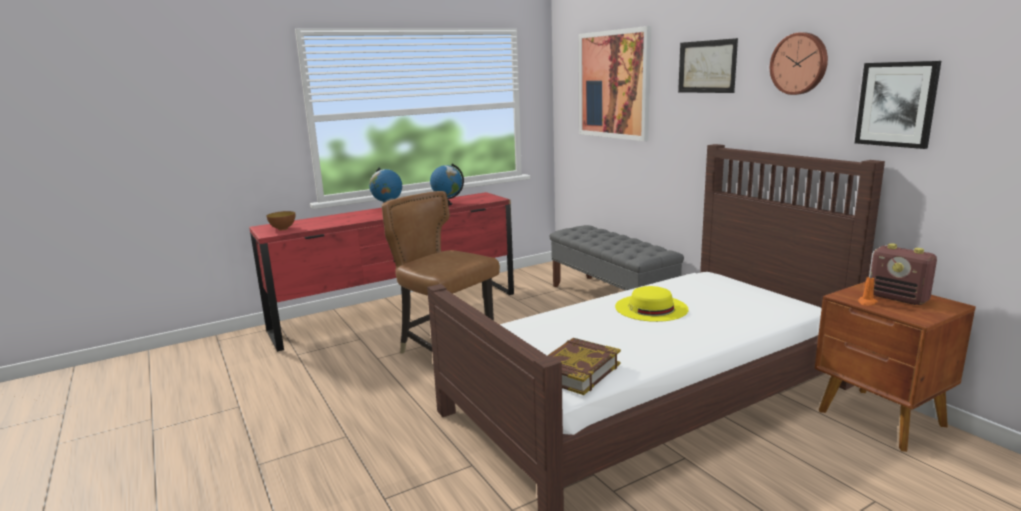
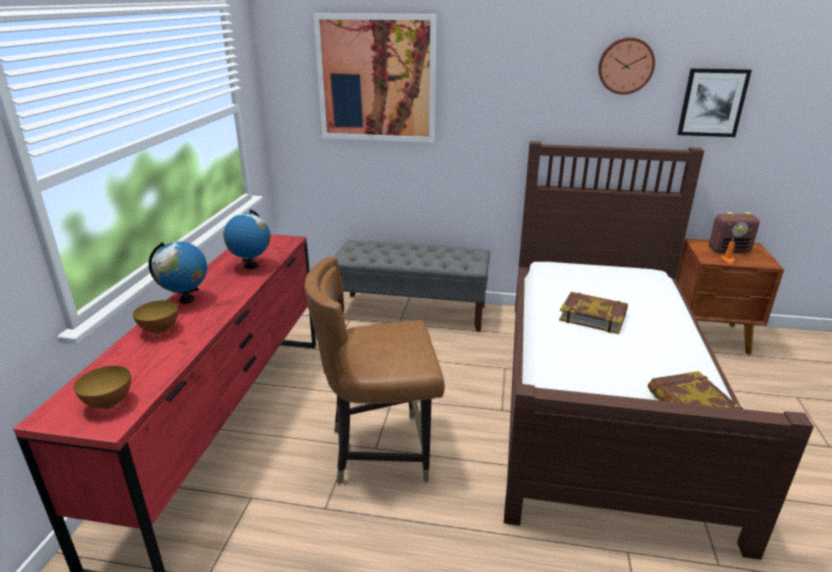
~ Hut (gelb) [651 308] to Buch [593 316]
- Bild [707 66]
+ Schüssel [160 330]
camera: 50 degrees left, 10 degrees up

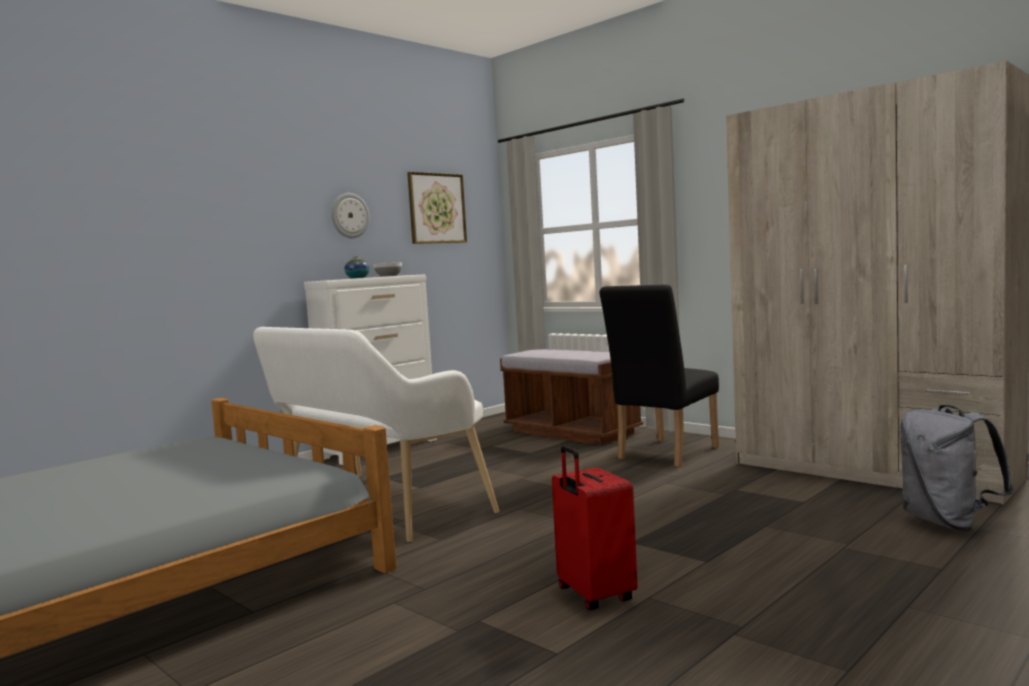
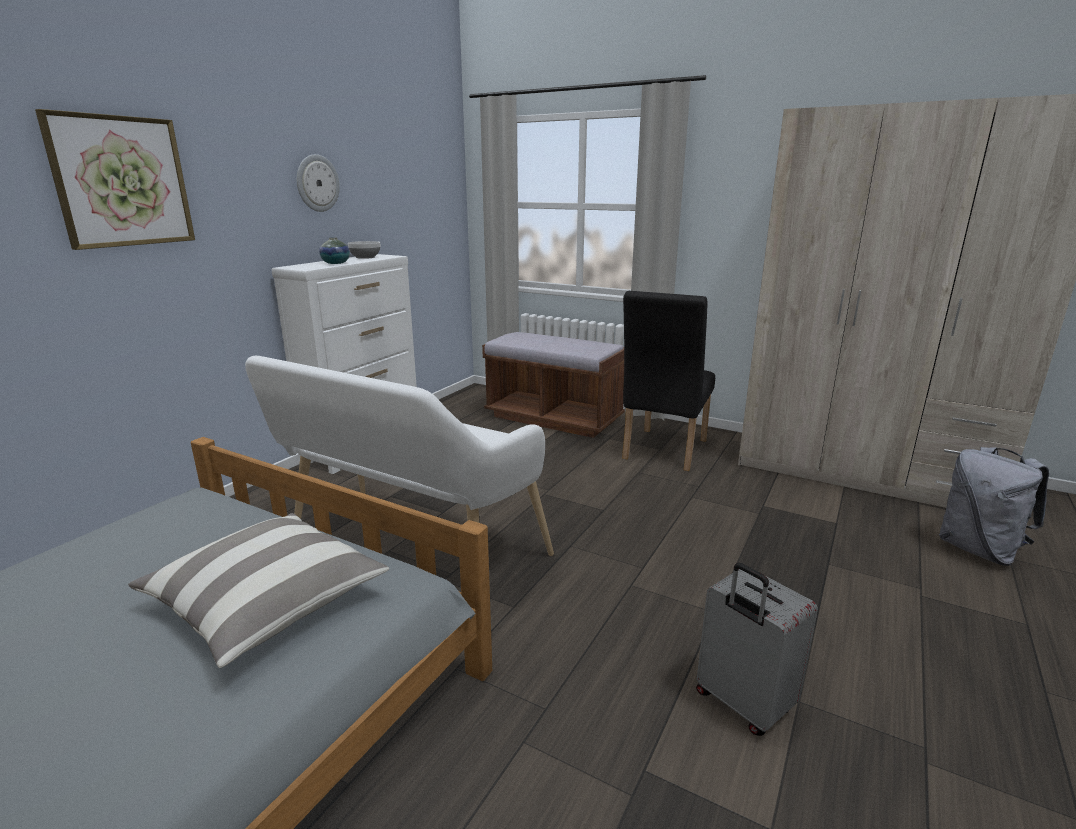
~ Bild [436 208] to [122 182]
~ Koffer (rot) [593 596] to Koffer (grau) [741 704]
+ Kissen [268 604]
camera: 15 degrees left, 15 degrees up

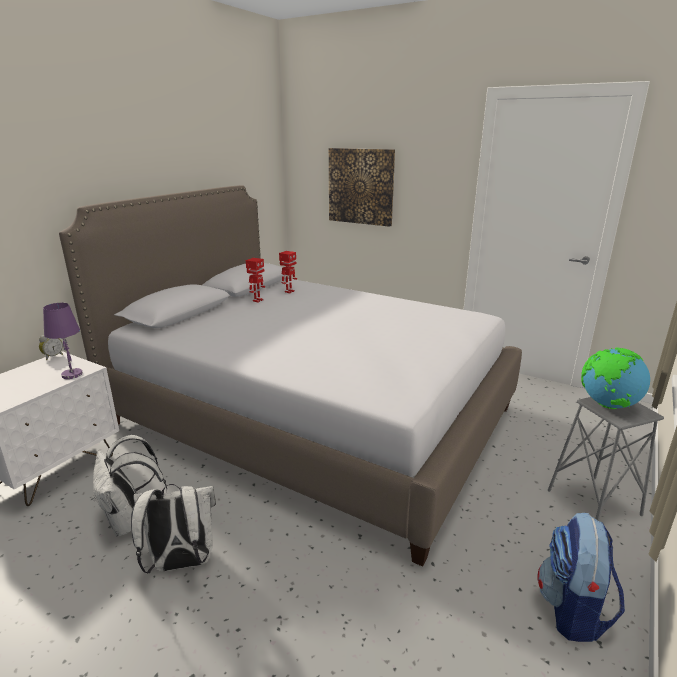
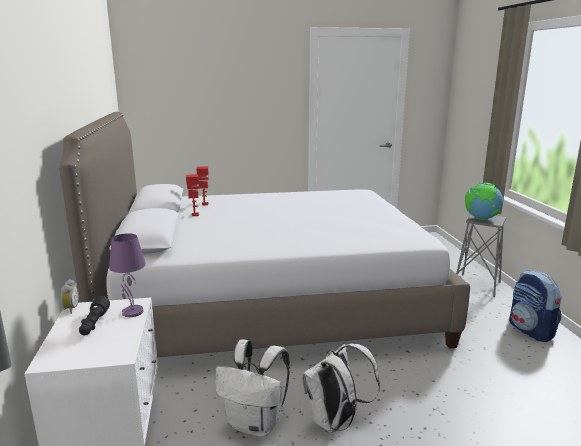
- Bild [361 186]
+ Taschenlampe (schwarz) [94 324]
camera: 40 degrees left, 5 degrees down

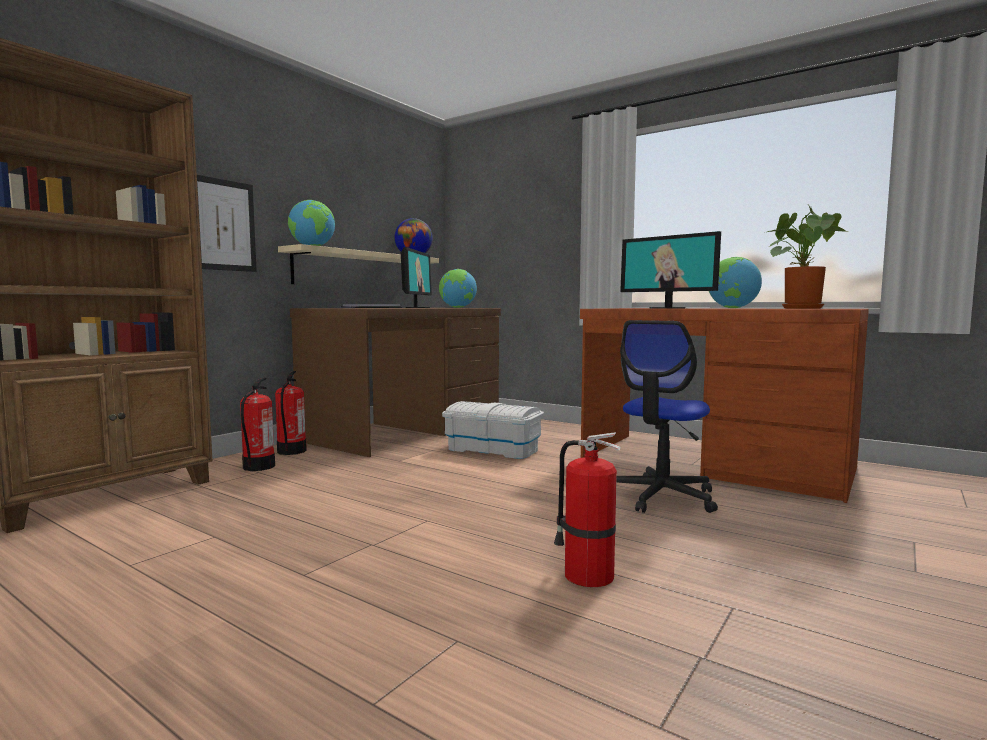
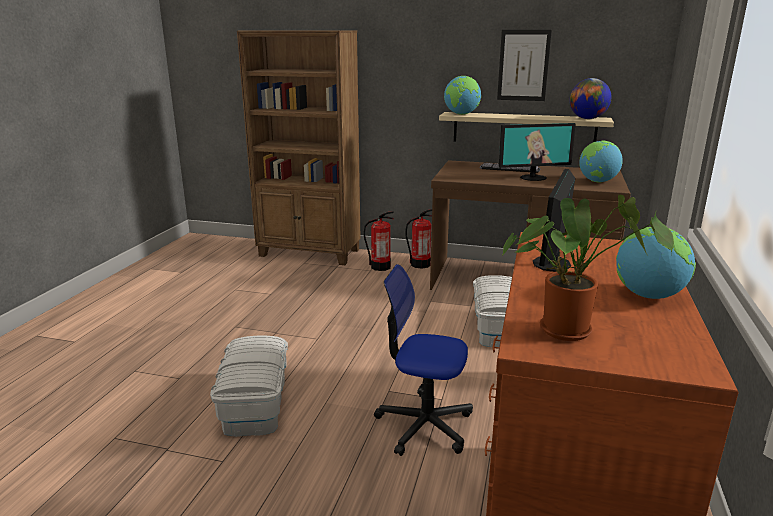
~ Bild [224 225] to [523 65]
~ Feuerlöscher [586 575] to Aufbewahrungsbox (weiß) [254 404]
camera: 70 degrees right, 15 degrees up

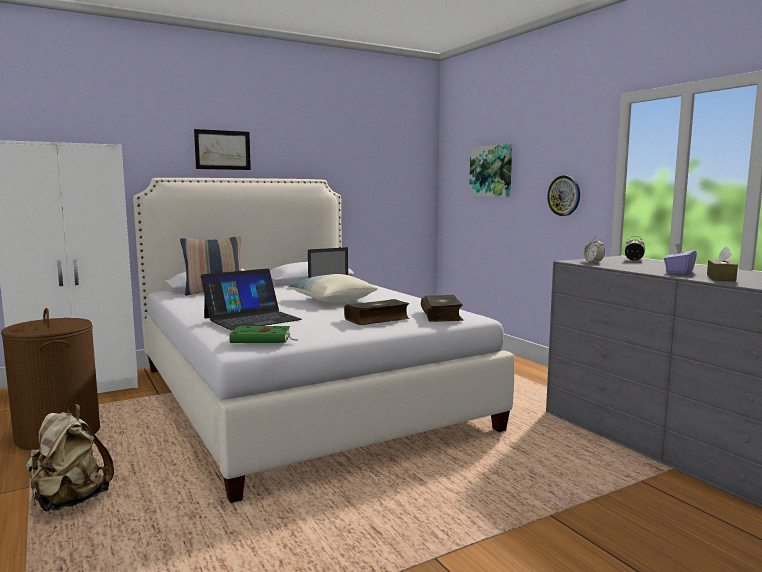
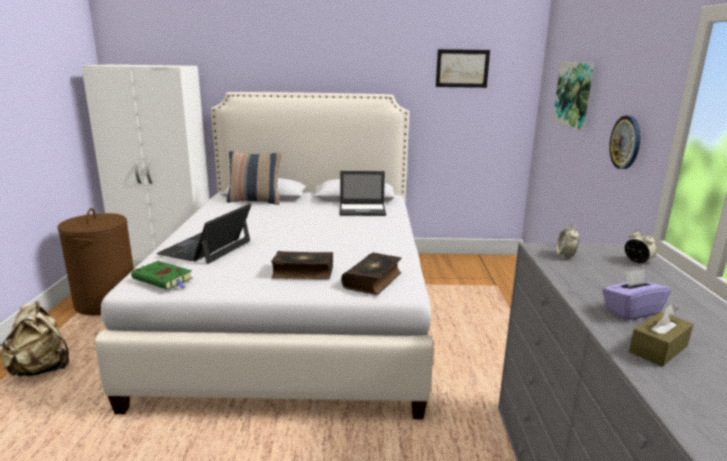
~ Bild [222 150] to [462 68]
~ Laptop [252 318] = [206 247] 120 degrees clockwise
- Kissen [332 300]
camera: 30 degrees right, 10 degrees up

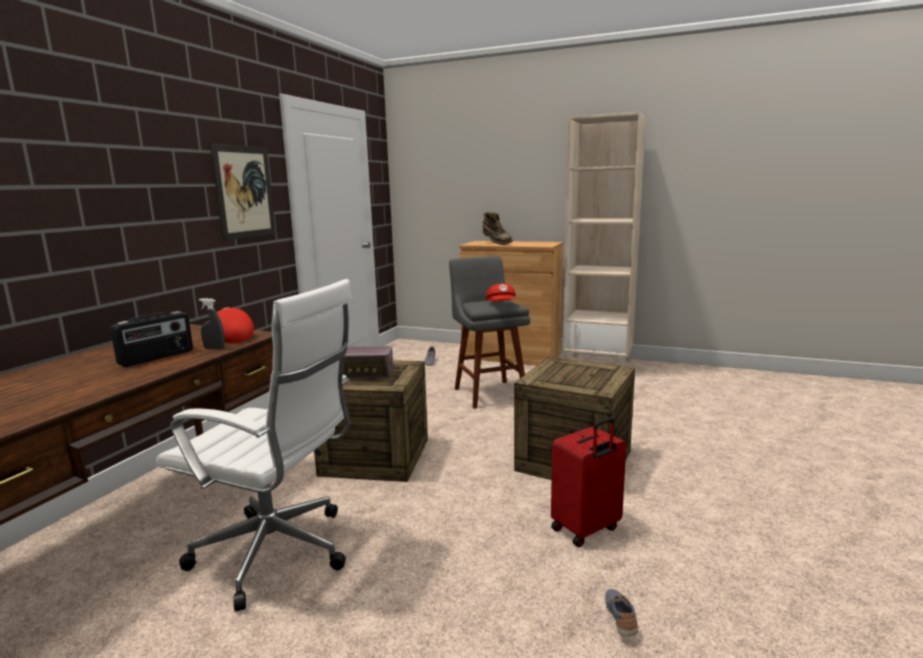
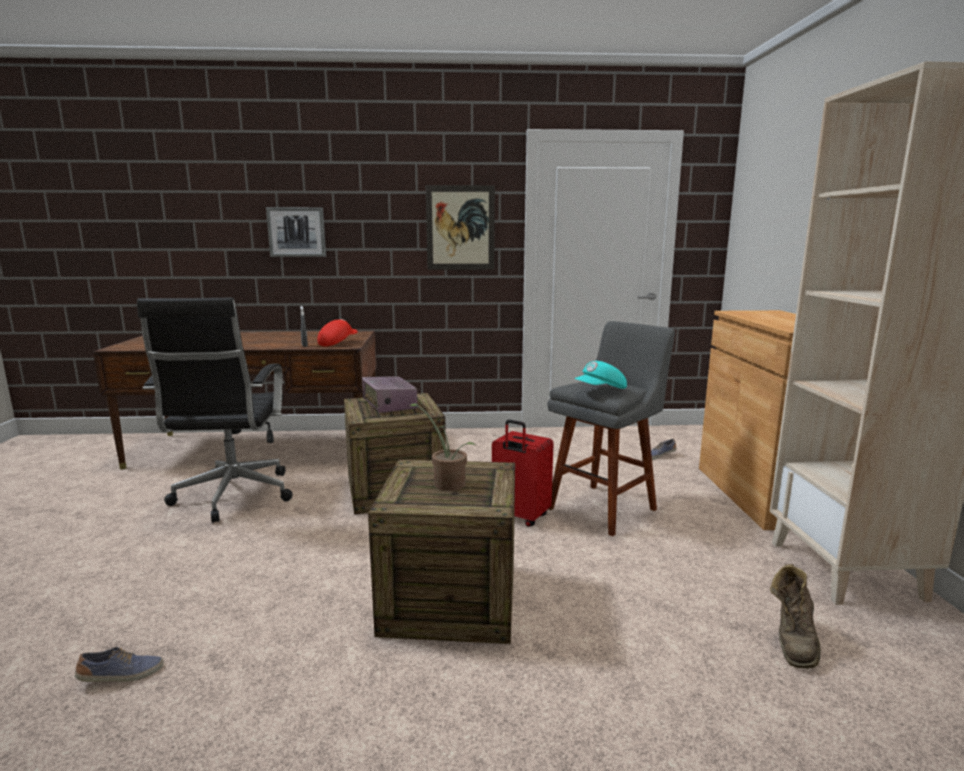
- Radio [157 357]
~ Bürostuhl (weiß) [279 554] to Bürostuhl (schwarz) [232 497]
~ Stiefel (braun) [496 243] to [793 642]
~ Kappe (rot) [501 304] to Kappe (türkis) [601 390]
~ Koffer (rot) [586 529] to [519 517]
+ Bild [297 232]
+ Topfpflanze [446 482]
camera: 65 degrees right, 0 degrees up

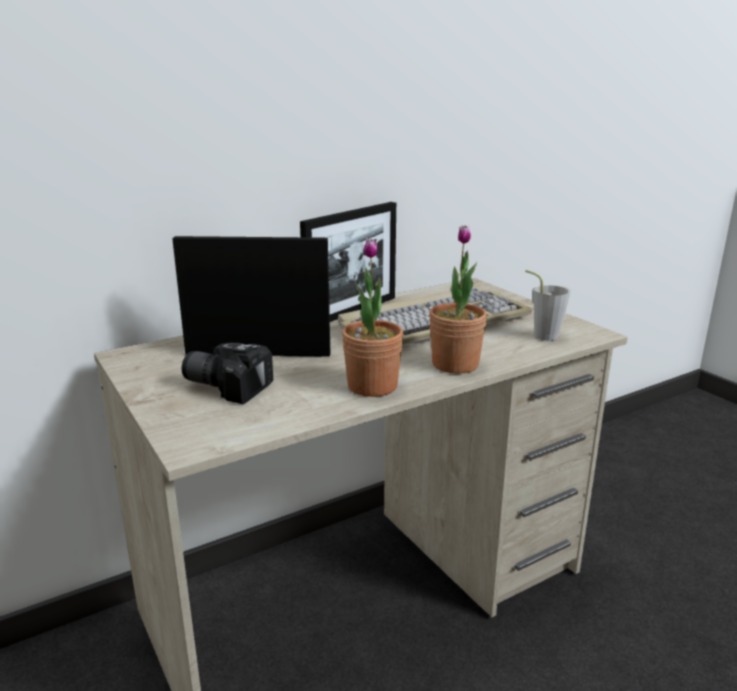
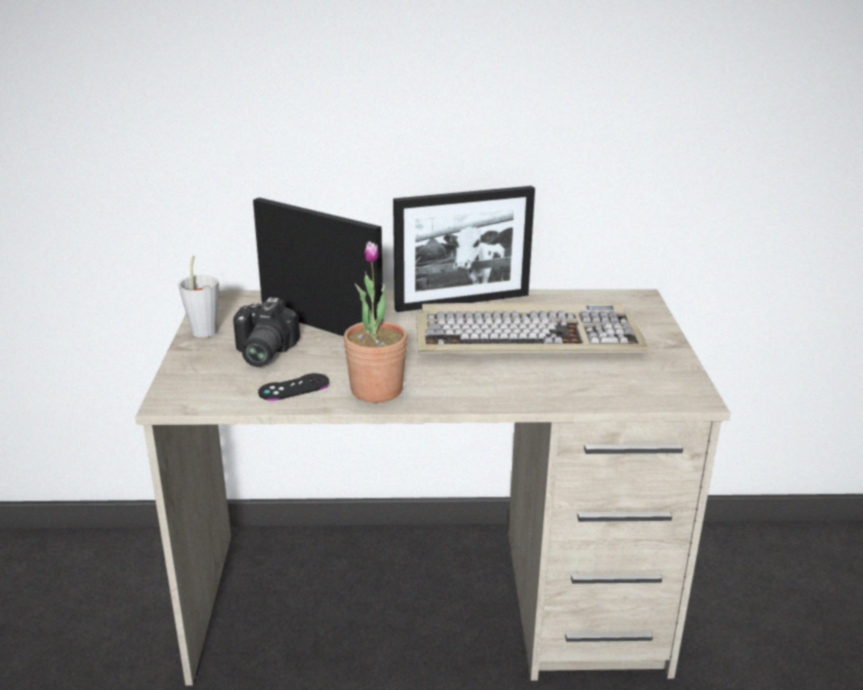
~ Kamera [229 385] = [260 353] 135 degrees counterclockwise
- Topfpflanze [455 364]
~ Tasse (grau) [542 334] to [205 329]
+ Gamepad (schwarz) [294 387]
camera: 30 degrees right, 5 degrees up

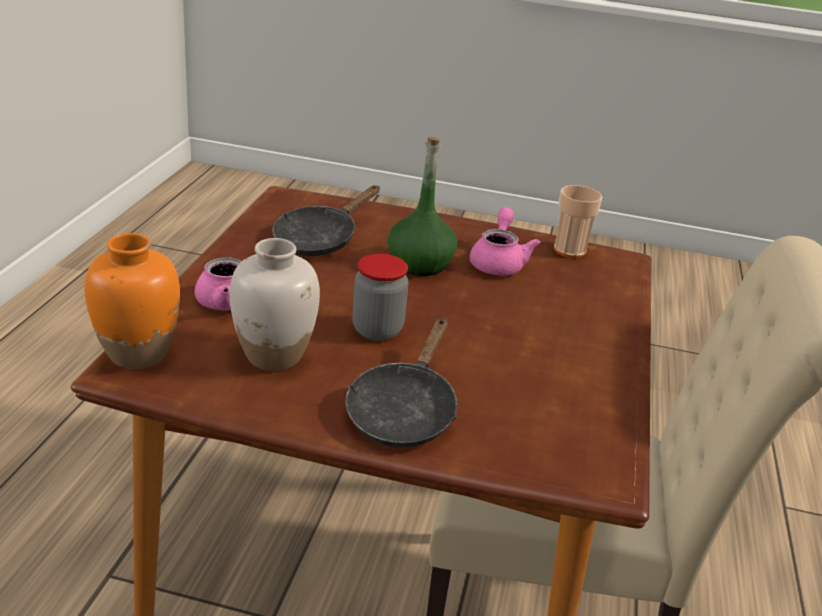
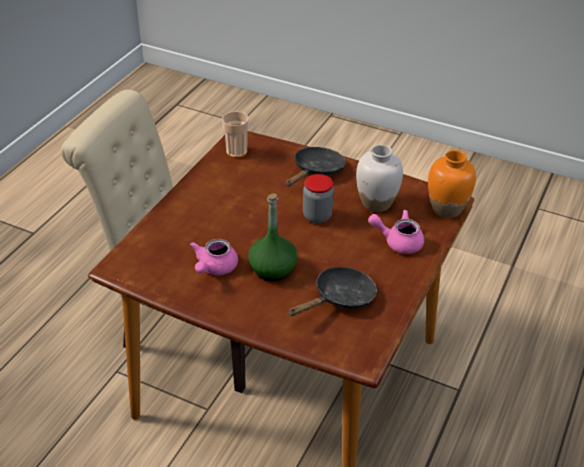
~ Tasse [569 250] to [236 152]
camera: 165 degrees left, 10 degrees up

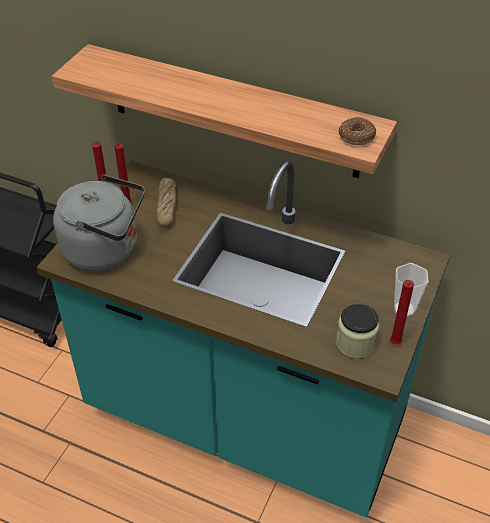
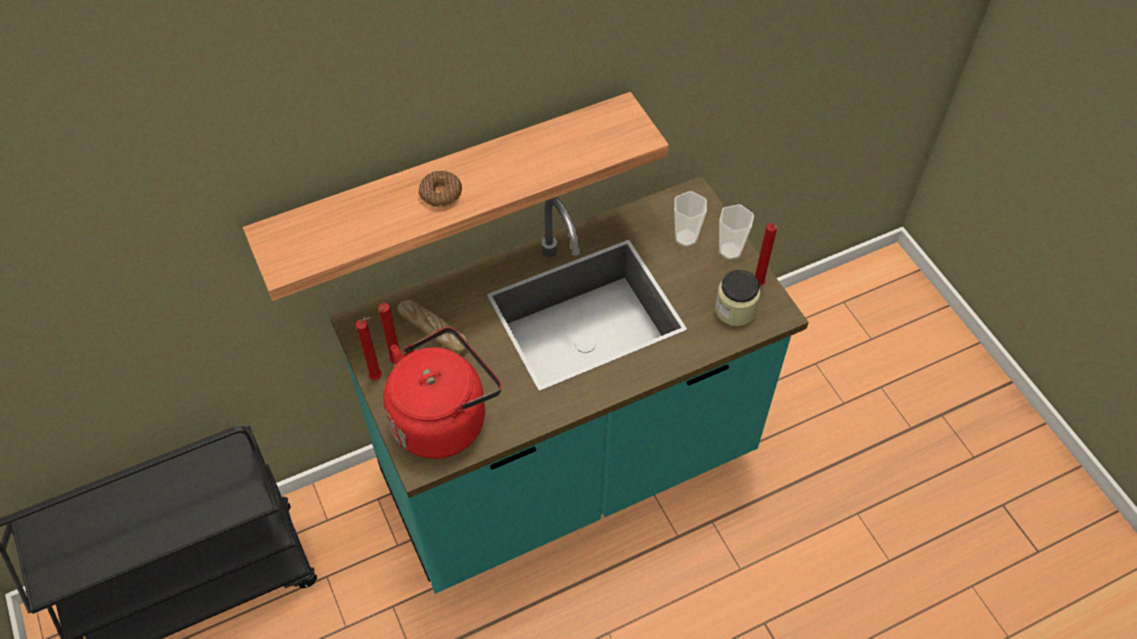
~ Wasserkessel (grau) [106 250] to Wasserkessel (rot) [444 418]
~ Donut [356 136] to [441 194]
+ Tasse [685 238]
camera: 50 degrees left, 10 degrees up

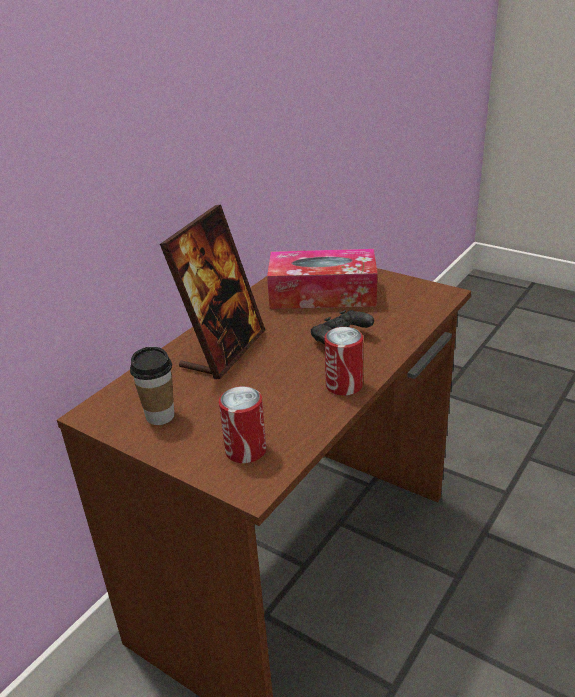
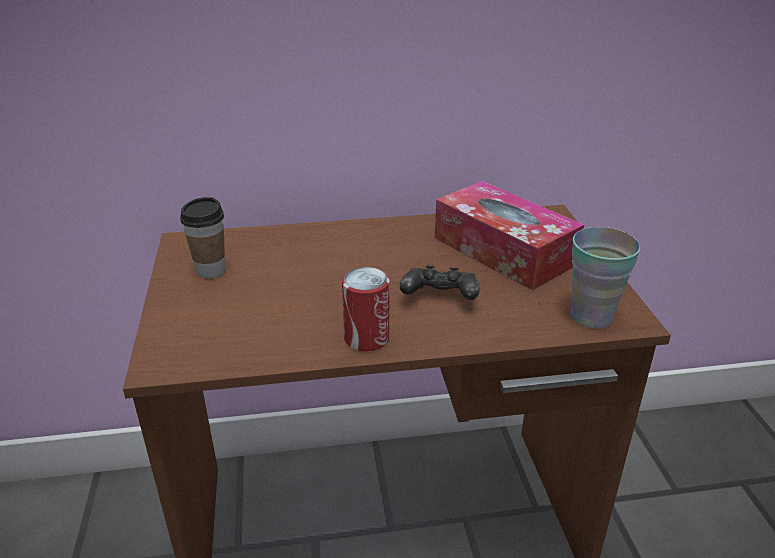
- Bilderrahmen [223 350]
- Dose [245 450]
+ Tasse [591 316]
camera: 45 degrees right, 0 degrees up

